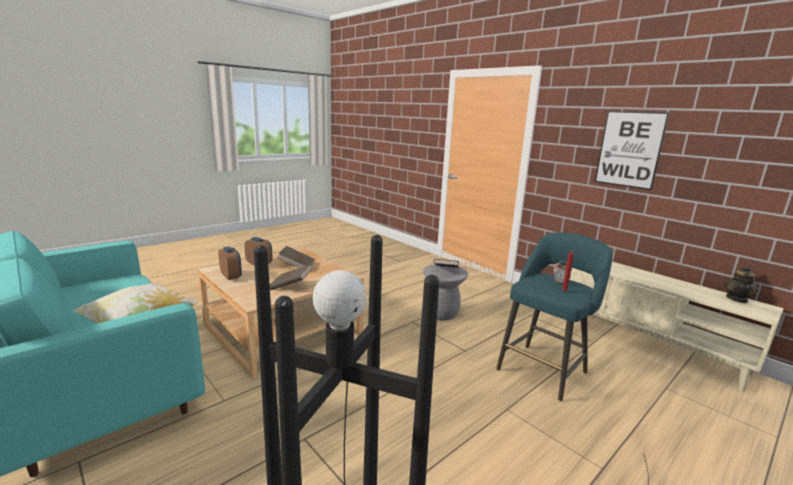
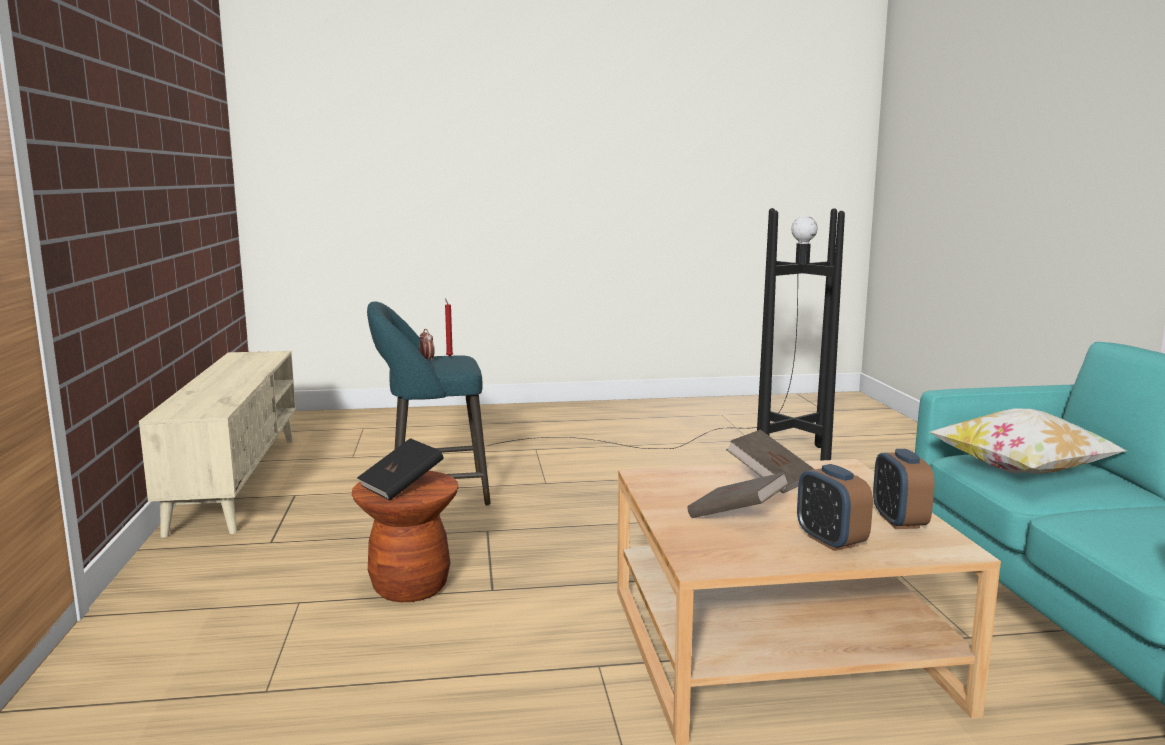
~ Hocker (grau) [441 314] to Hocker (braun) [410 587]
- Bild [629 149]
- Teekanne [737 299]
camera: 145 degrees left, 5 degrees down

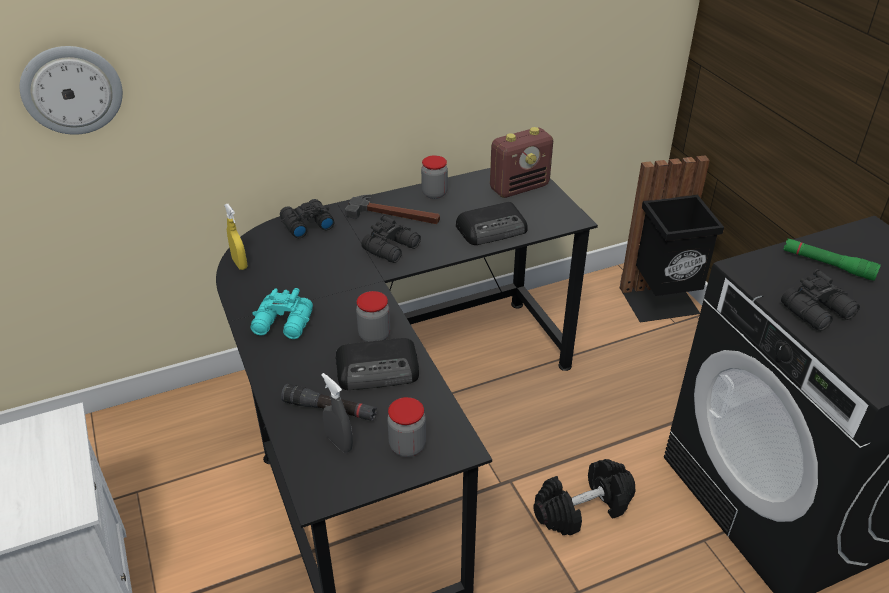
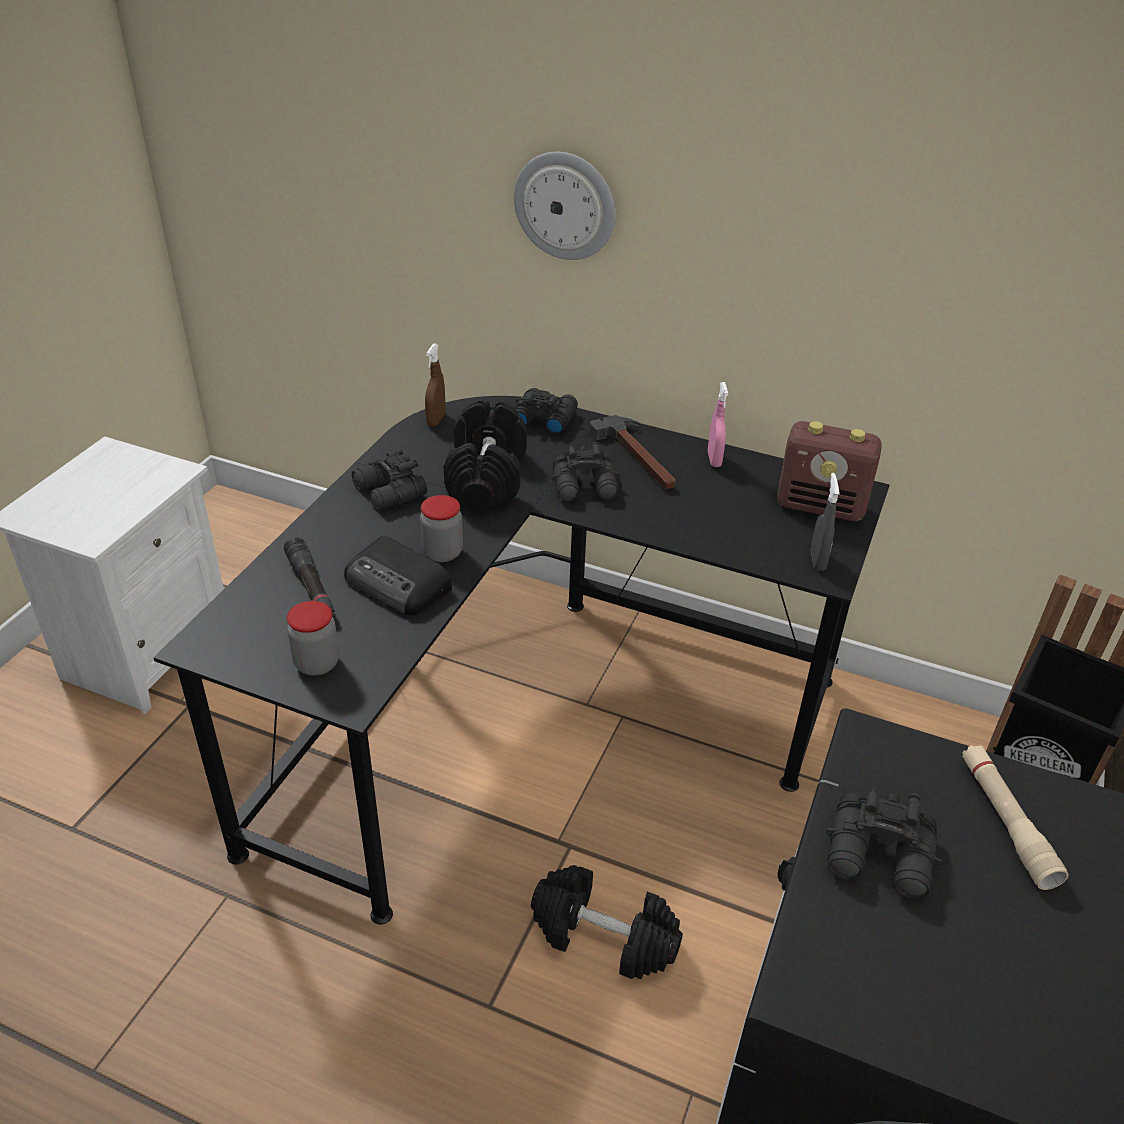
~ Wanduhr [72 90] to [565 205]
~ Sprühflasche (gelb) [240 264] to Sprühflasche (braun) [436 420]
~ Fernglas (türkis) [284 324] to Fernglas (schwarz) [389 493]
~ Sprühflasche (grau) [339 443] to [817 560]
~ Vorratsglas [434 193] to Sprühflasche (rosa) [714 460]
- Radio [493 229]
~ Taschenlampe (grün) [827 265] to Taschenlampe (beige) [1006 822]
+ Hantel (schwarz) [487 477]
camera: 45 degrees right, 0 degrees up

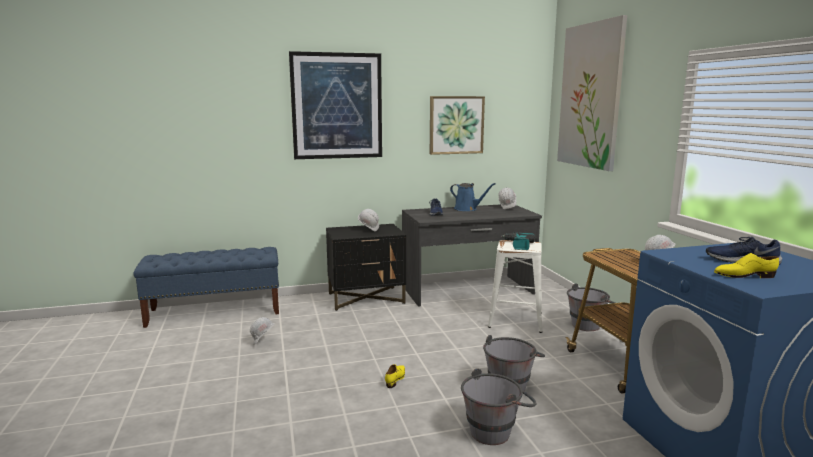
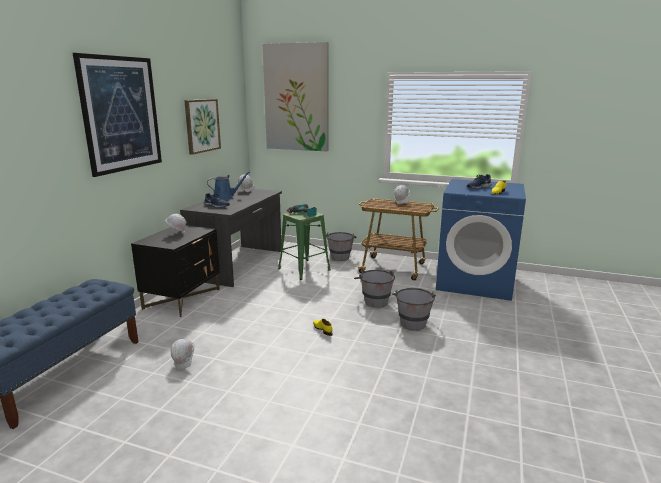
~ Hocker (weiß) [515 320] to Hocker (grün) [304 269]
camera: 55 degrees left, 5 degrees up

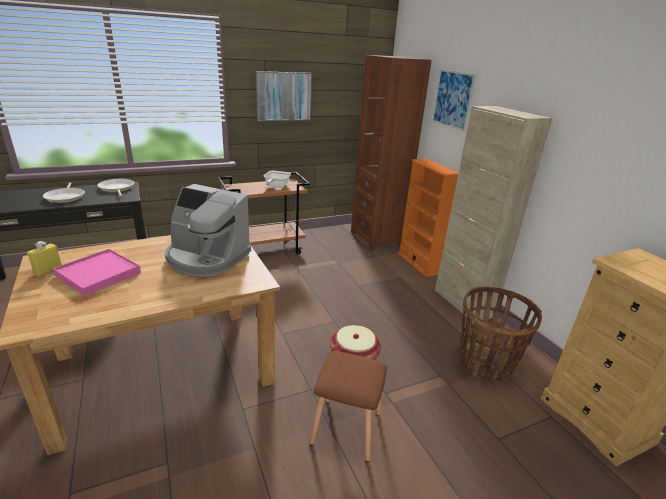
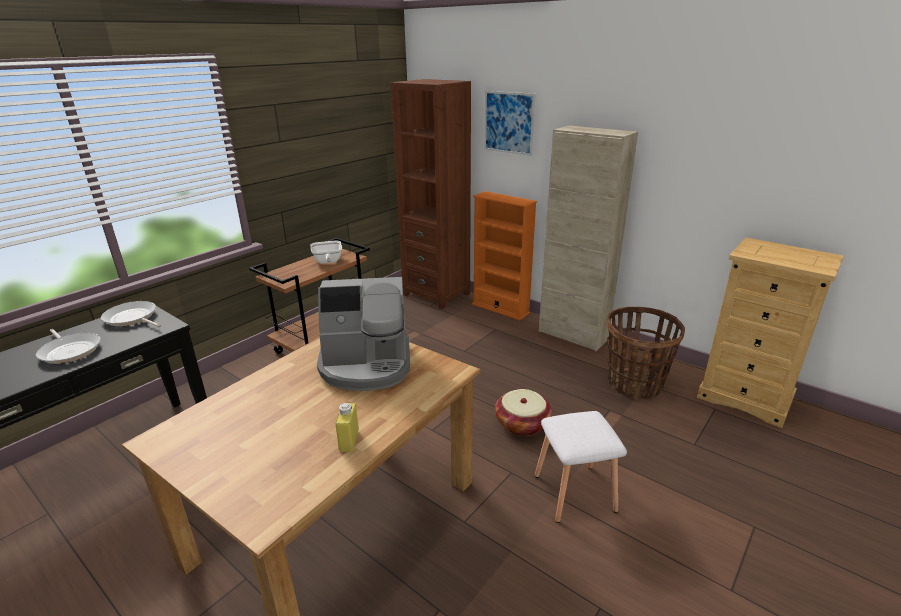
~ Flasche (gelb) [48 270] to [349 440]
- Tablett (rosa) [98 274]
- Bild [283 96]
~ Hocker (braun) [347 428] to Hocker (weiß) [575 492]
camera: 25 degrees left, 0 degrees up

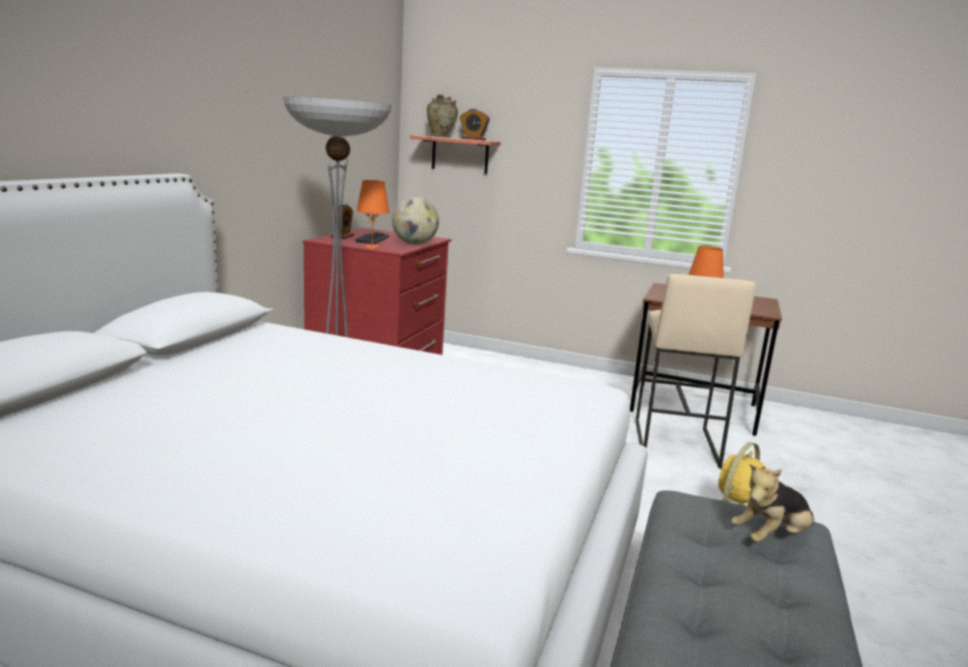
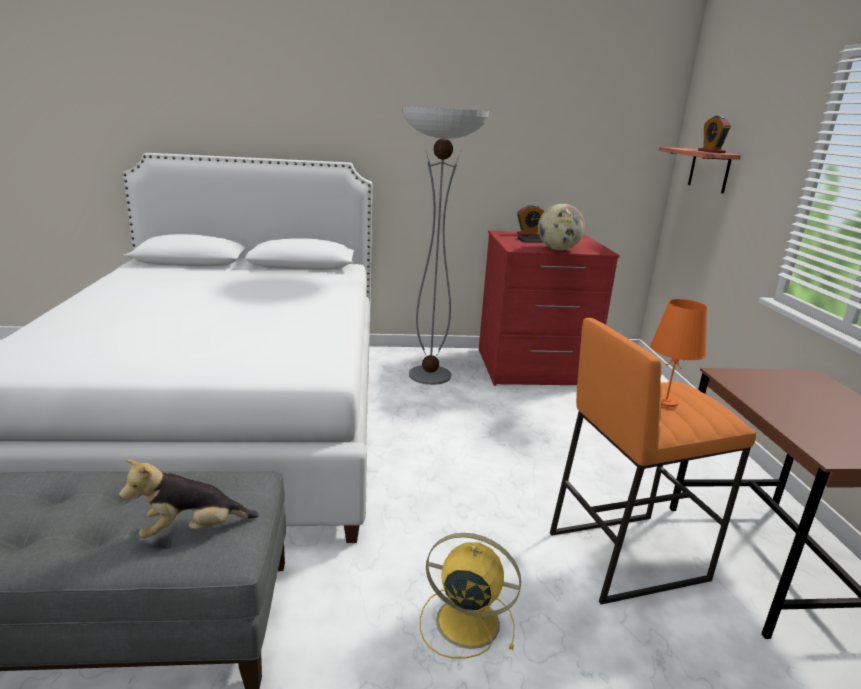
- Tischlampe (orange) [372 247]
- Vase (beige) [440 137]
~ Hocker (beige) [674 443] to Hocker (orange) [626 554]
~ Plüschtier [772 537] = [192 530] 60 degrees counterclockwise
camera: 65 degrees right, 5 degrees up

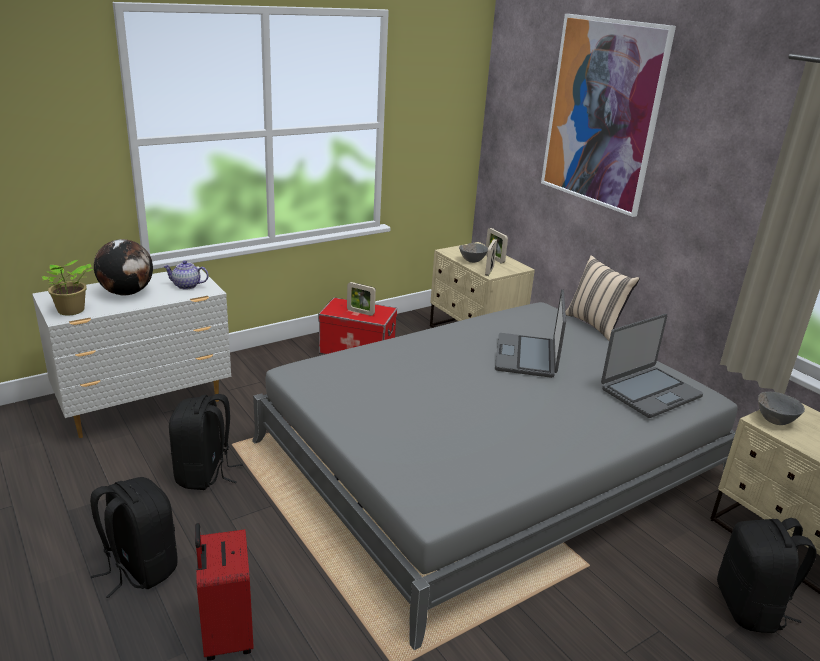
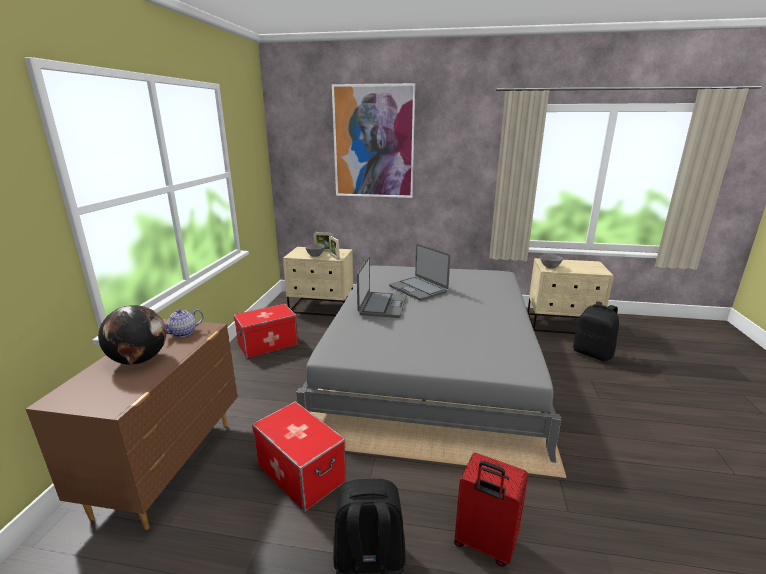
~ Kommode (weiß) [146 405] to Kommode (braun) [170 465]
- Topfpflanze [71 311]
~ Rucksack (schwarz) [204 474] to Aufbewahrungsbox [301 473]
- Bilderrahmen [360 312]
- Kissen (beige) [595 325]
~ Laptop [649 392] to [382 305]
camera: 45 degrees left, 5 degrees down

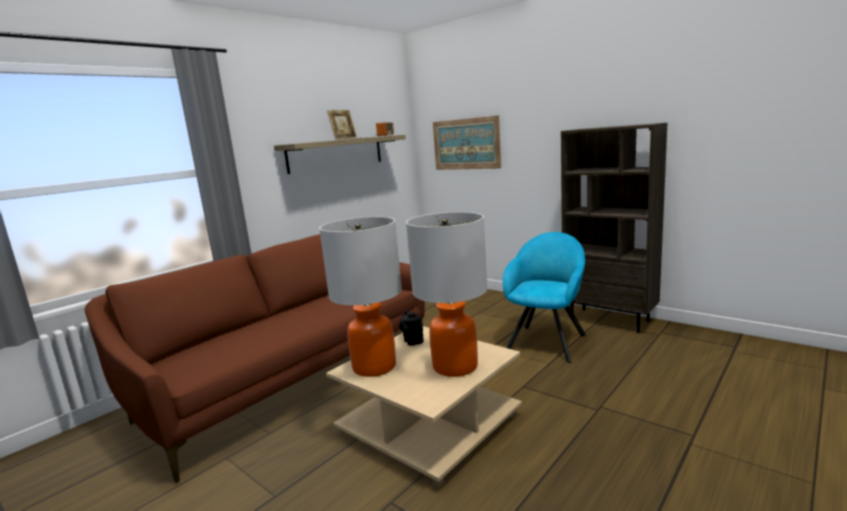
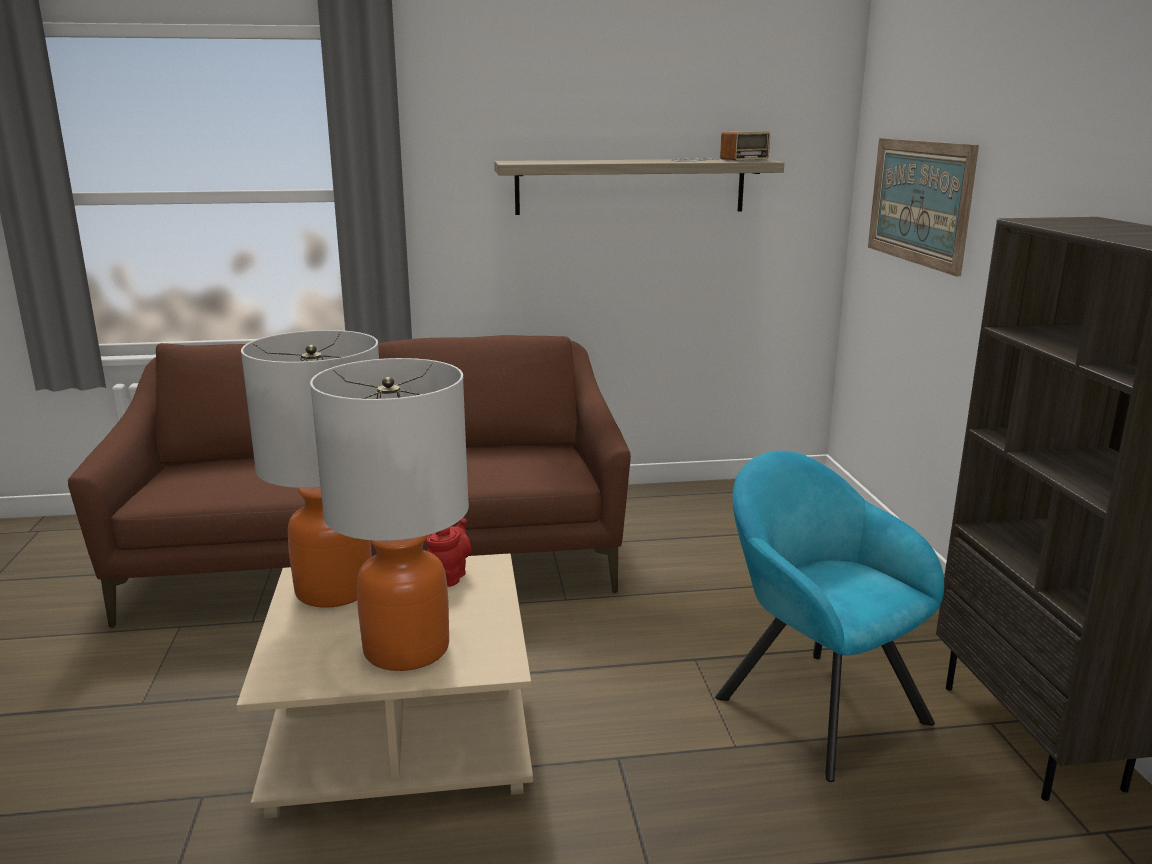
- Bilderrahmen [344 139]
~ Teekanne (schwarz) [413 340] to Teekanne (rot) [449 576]
~ Sessel (türkis) [547 341] = [813 704] 105 degrees counterclockwise
camera: 40 degrees right, 5 degrees up

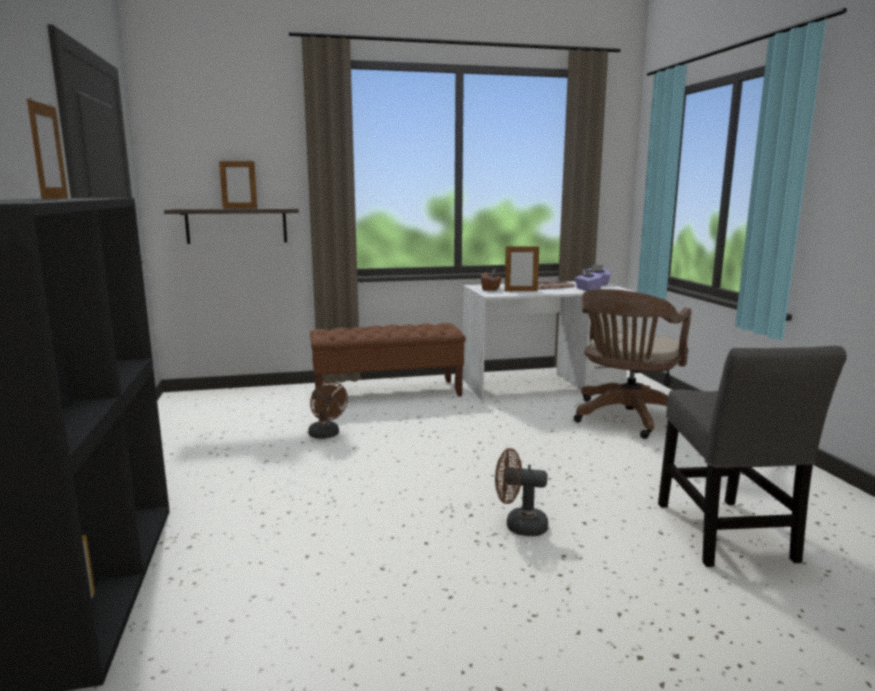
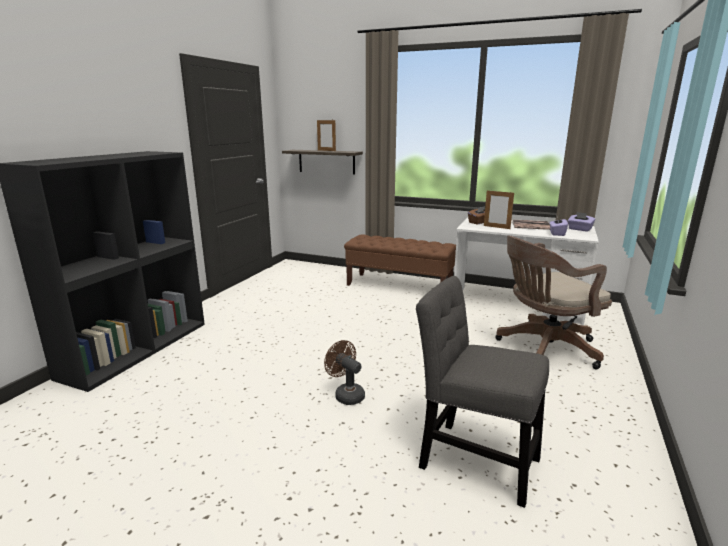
- Bilderrahmen [55 198]
- Ventilator (braun) [326 435]
~ Stuhl (grau) [726 536] = [473 459] 90 degrees clockwise
camera: 35 degrees right, 5 degrees up

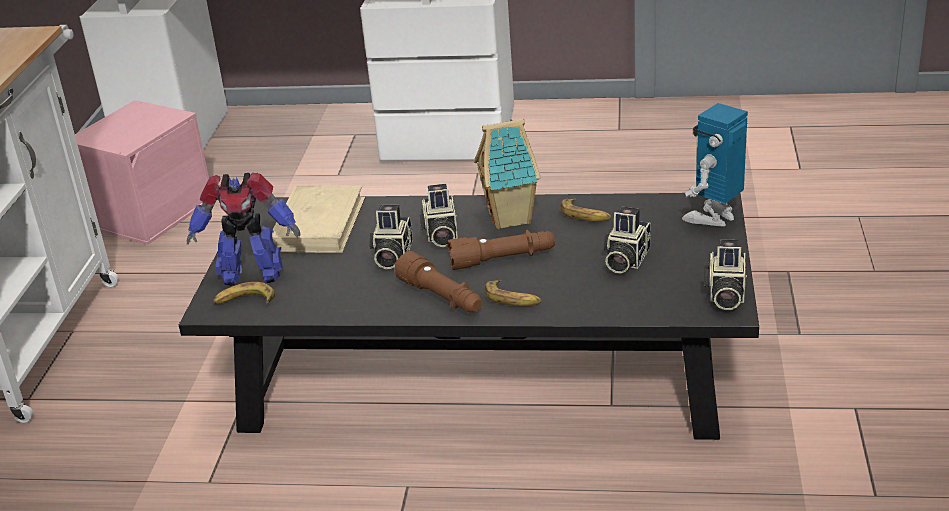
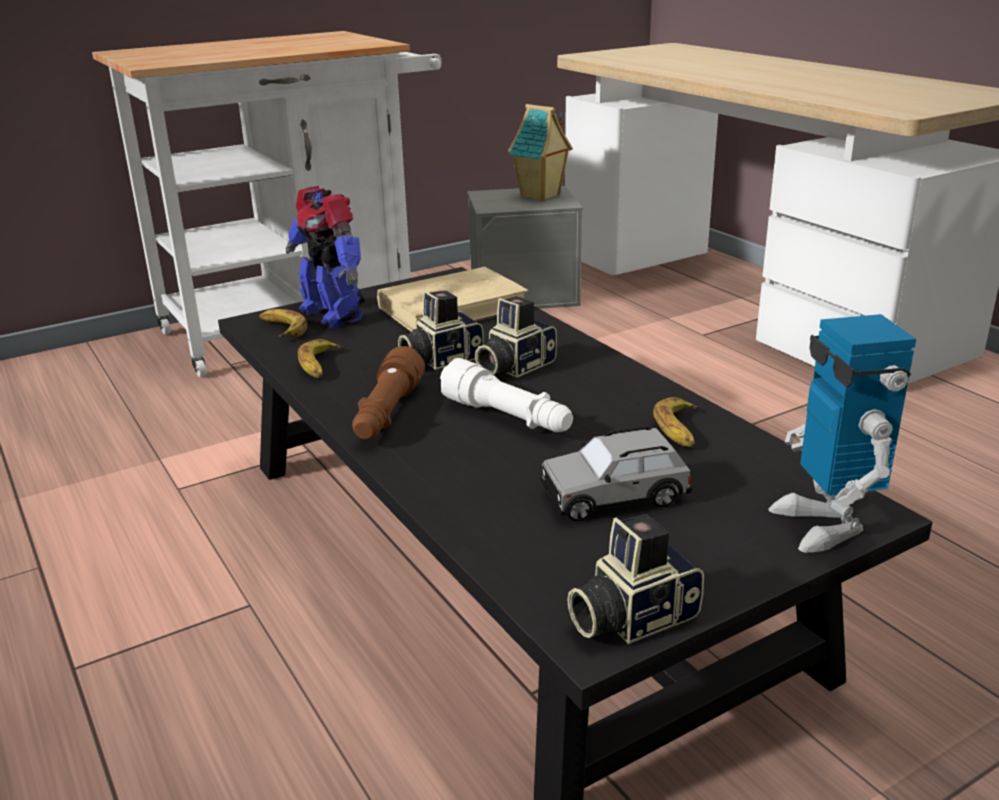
~ Aufbewahrungsbox (rosa) [151 212] to Aufbewahrungsbox (grau) [525 293]
~ Taschenlampe (braun) [502 260] to Taschenlampe (weiß) [508 418]
~ Spielzeughaus [511 218] to [541 196]
~ Banane [512 299] to [319 366]
~ Kamera [625 260] to Spielzeugauto (grau) [614 496]
~ Spielzeugroboter [714 217] = [825 524] 105 degrees counterclockwise
camera: 50 degrees right, 5 degrees down

